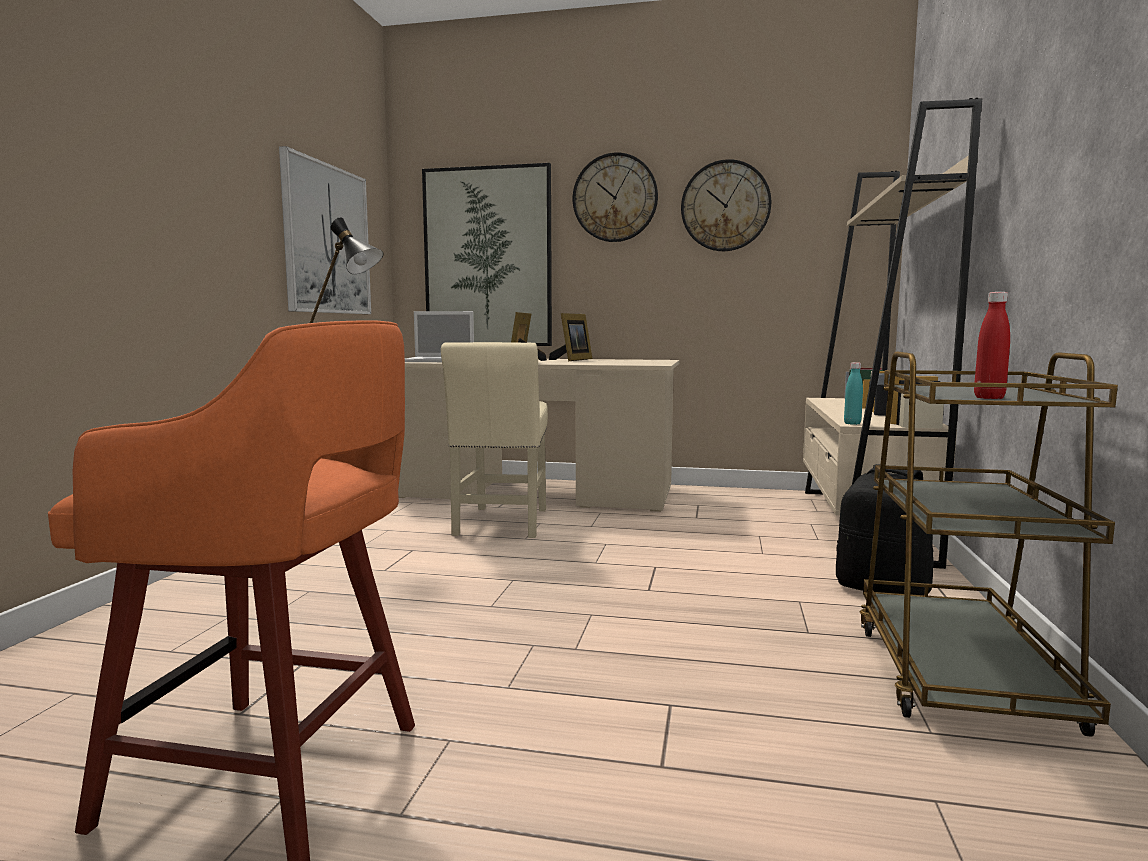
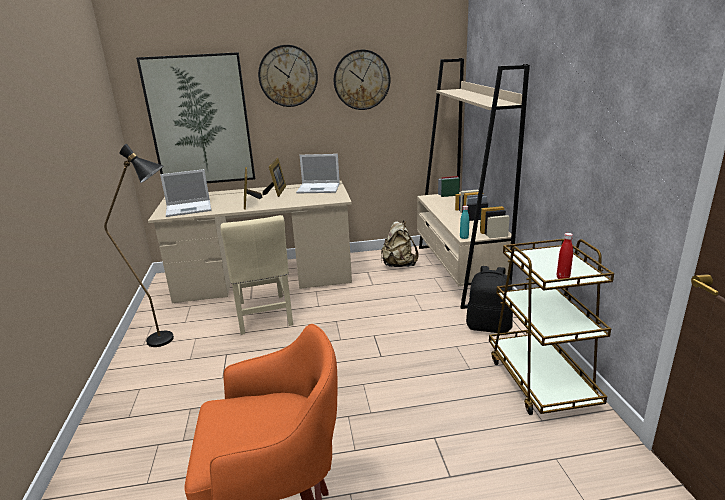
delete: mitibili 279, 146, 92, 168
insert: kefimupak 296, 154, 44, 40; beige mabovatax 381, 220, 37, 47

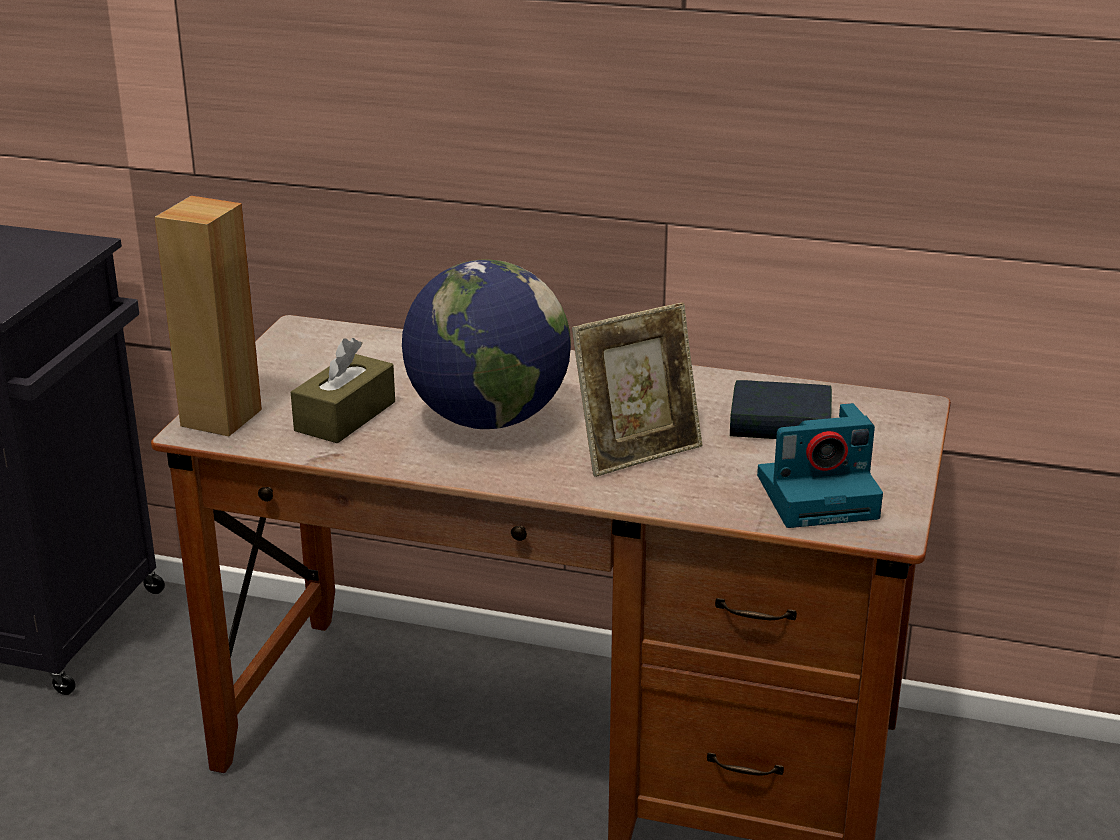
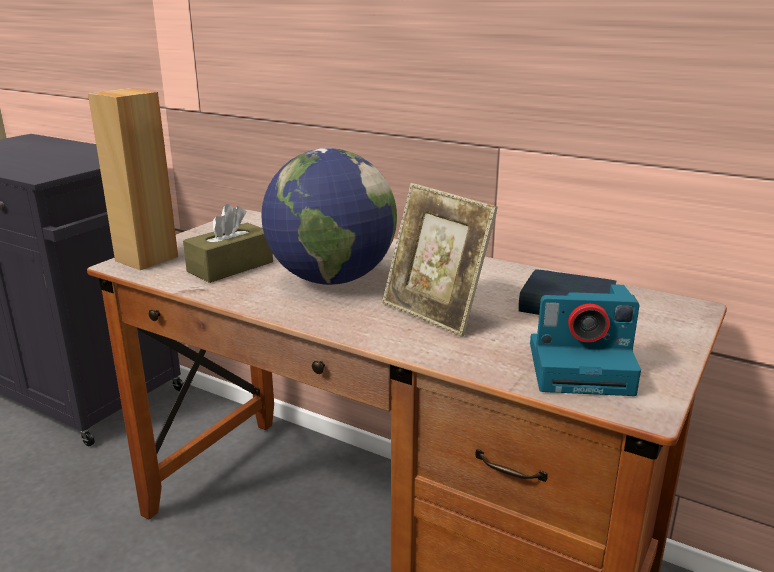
rotate: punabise 572, 302, 130, 175 = 382, 183, 116, 154 60 degrees clockwise

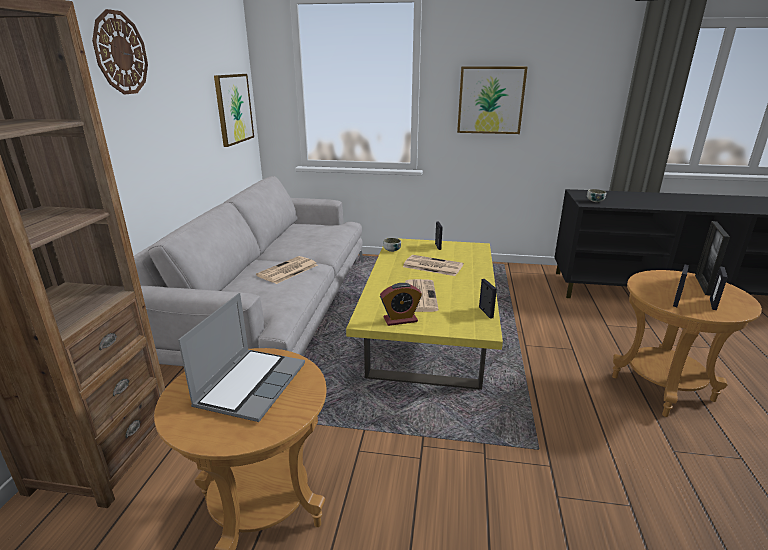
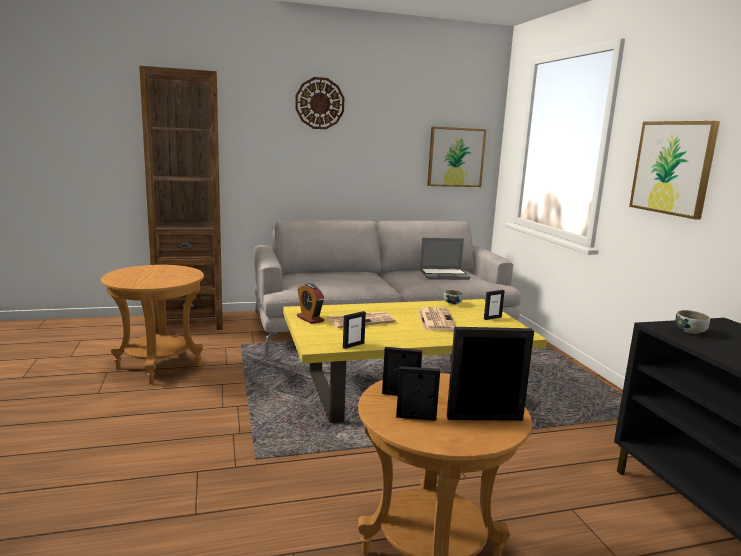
delete: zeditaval 256, 256, 62, 28
move: kefimupak 178, 293, 127, 129 to 420, 238, 50, 42

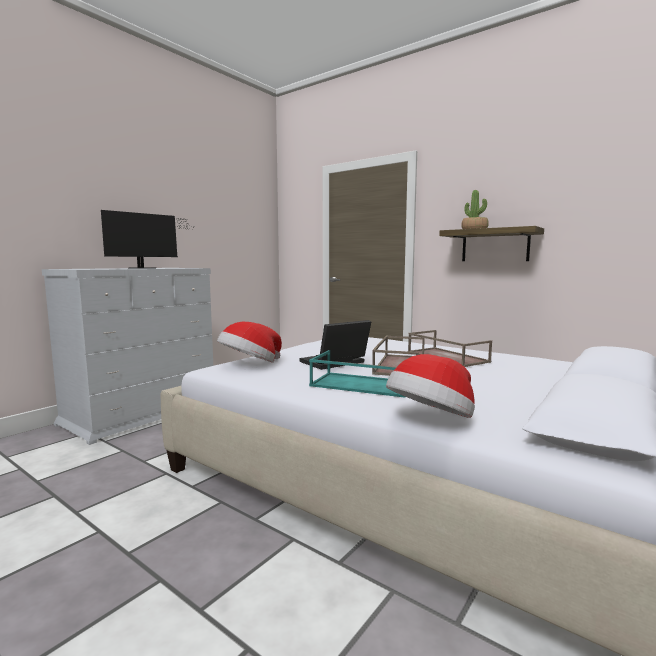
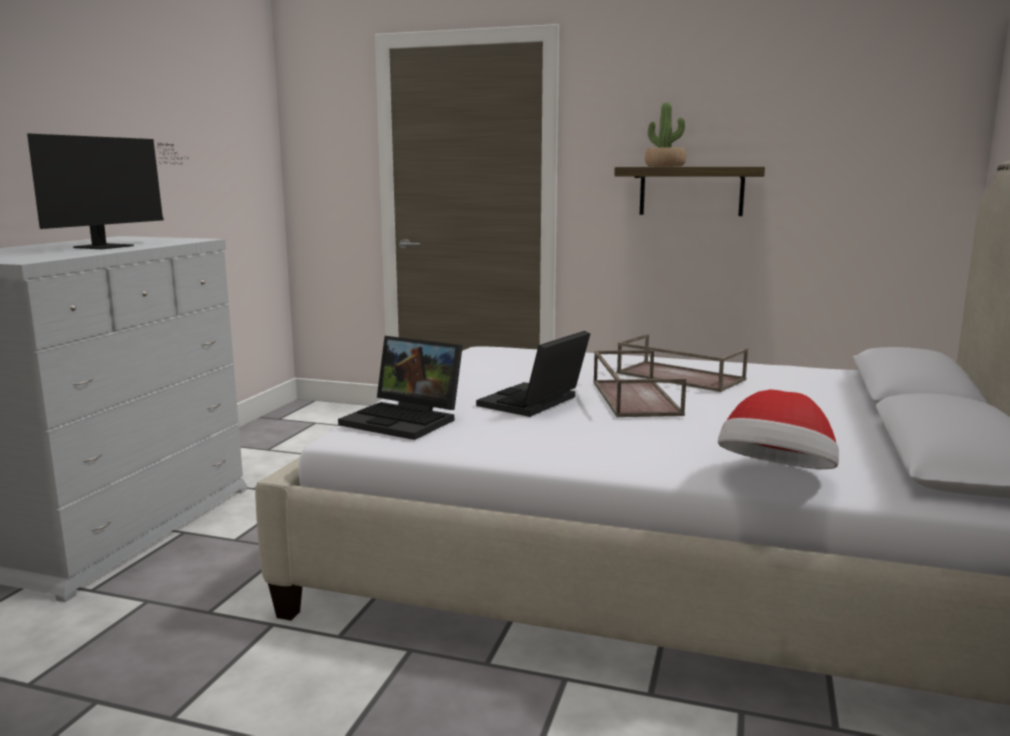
delete: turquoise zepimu 309, 350, 97, 48
replace: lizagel 217, 322, 65, 41 to kefimupak 338, 336, 125, 104

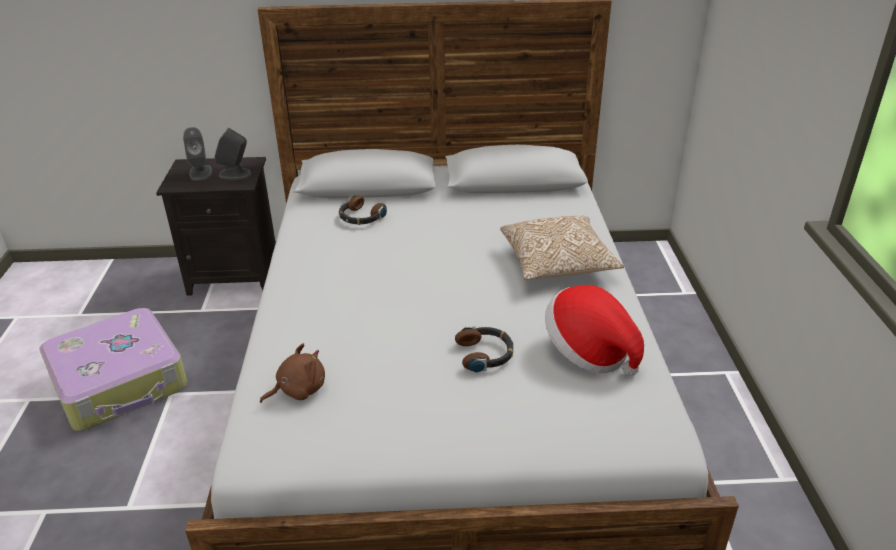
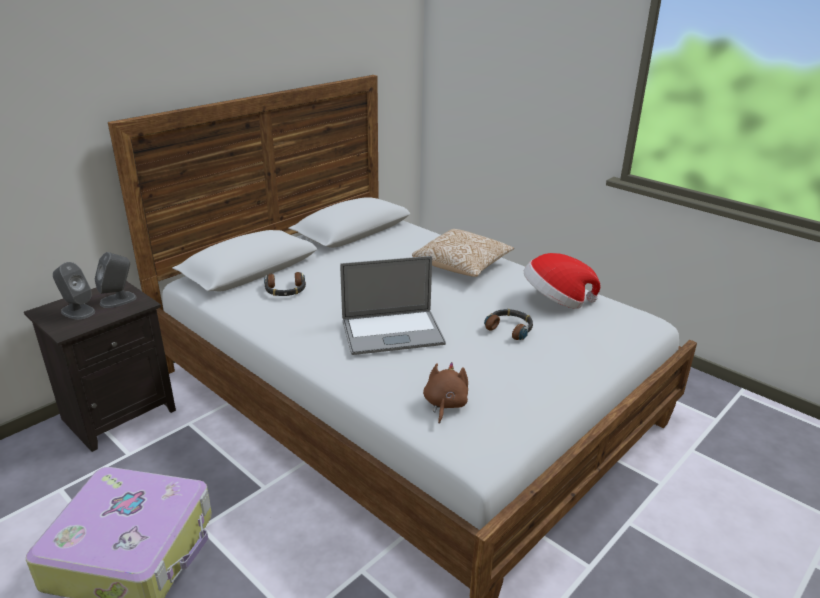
insert: kefimupak 340, 256, 106, 99

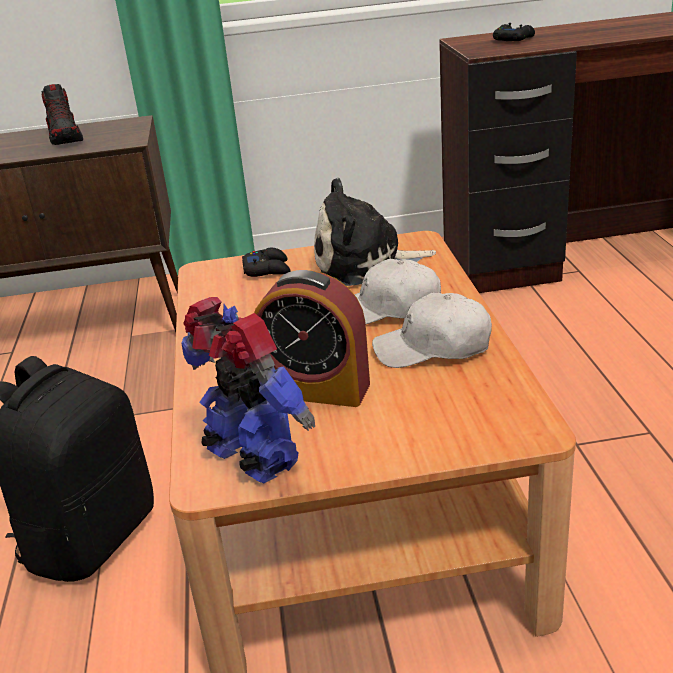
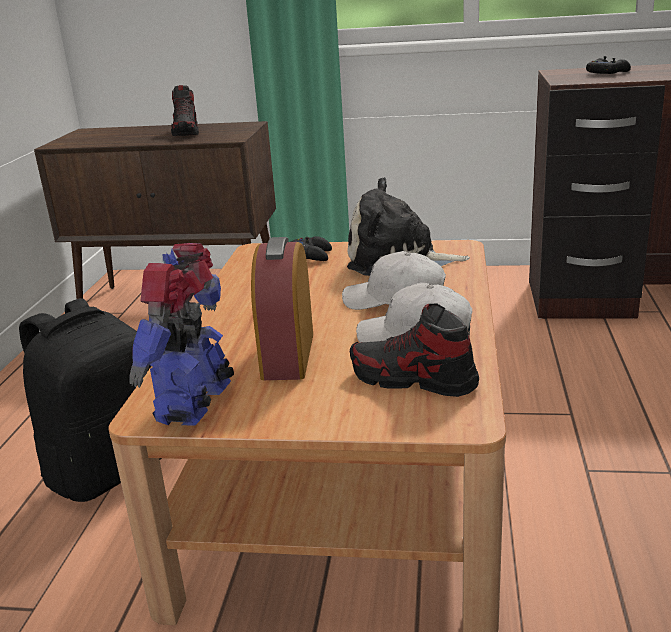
insert: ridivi 350, 303, 129, 94
rotate: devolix 182, 297, 133, 187 = 129, 243, 105, 182 135 degrees counterclockwise; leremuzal 254, 270, 116, 137 = 251, 237, 62, 143 60 degrees clockwise

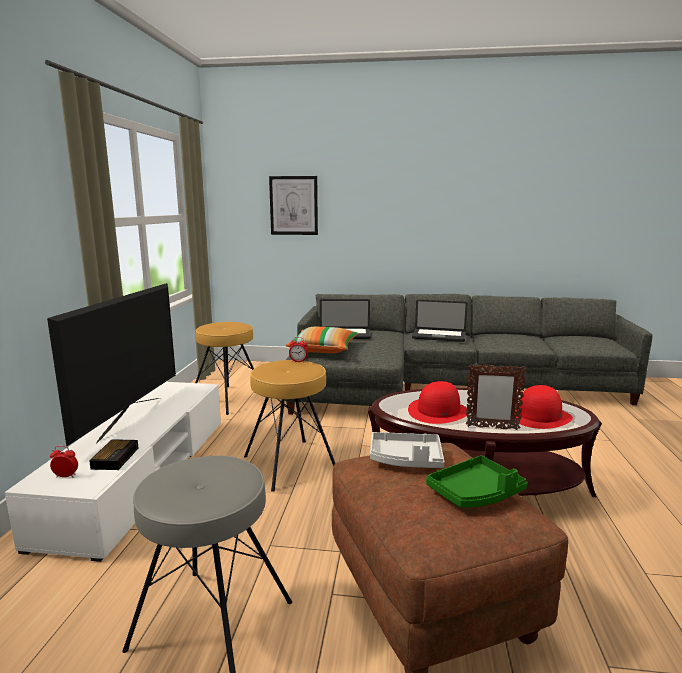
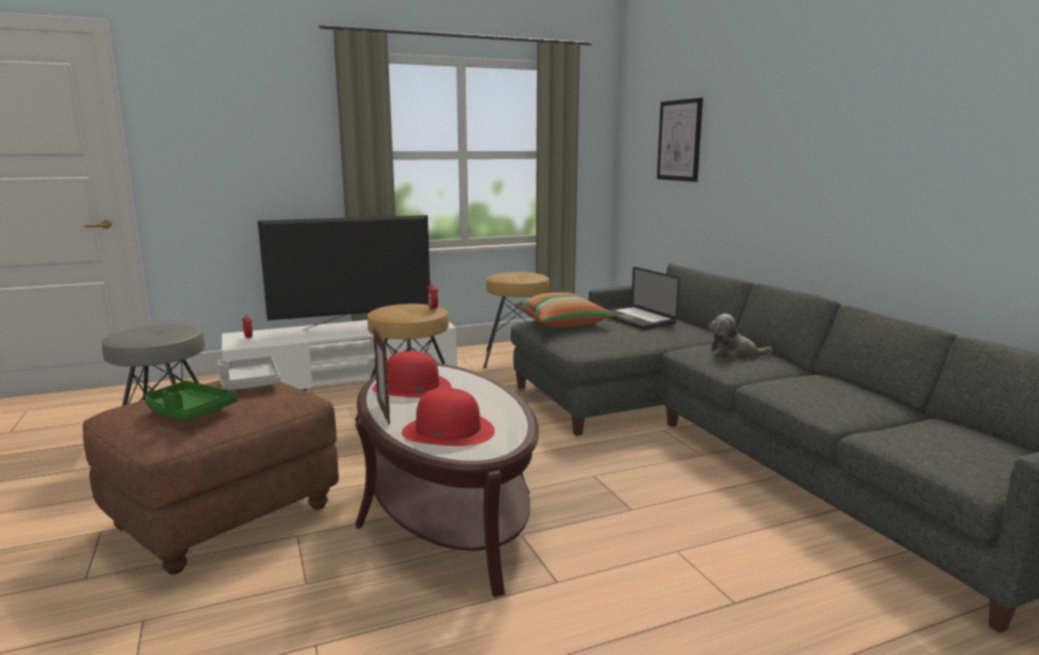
delete: leremuzal 89, 439, 50, 31
replace: kefimupak 412, 300, 56, 42 to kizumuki 709, 314, 63, 45

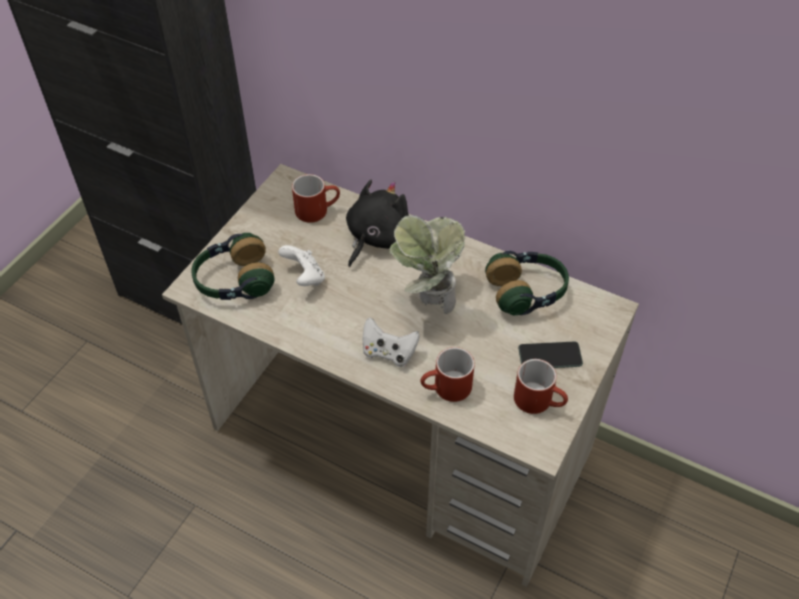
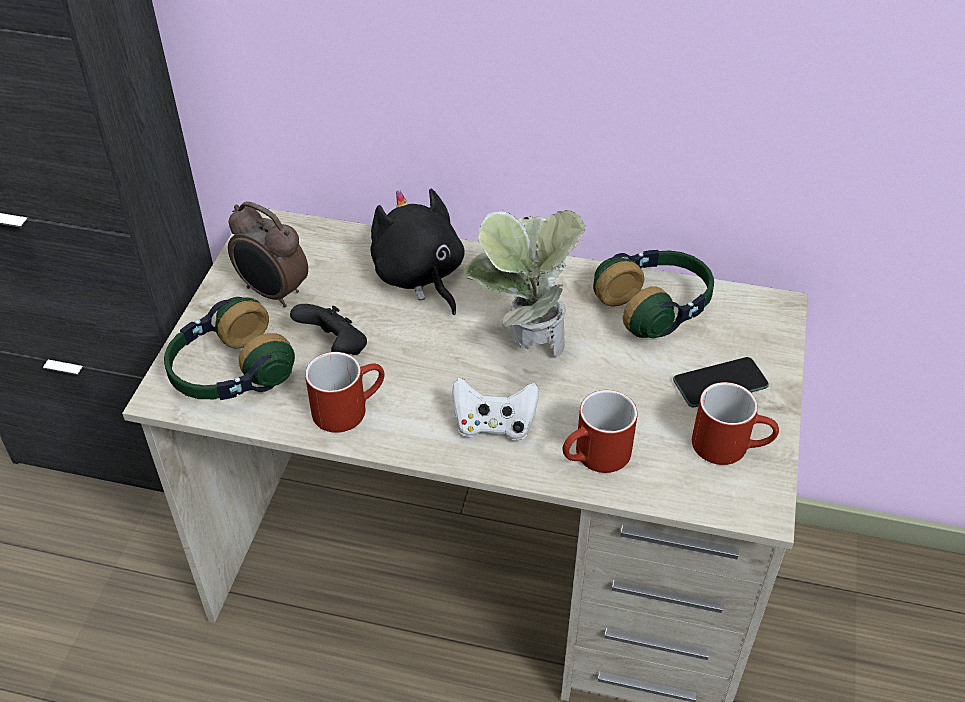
insert: leremuzal 228, 201, 80, 106
move: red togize 292, 174, 48, 49 to 305, 352, 79, 81
recolor: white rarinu 278, 245, 47, 41 to black rarinu 290, 304, 77, 51
rotate: black kizumuki 346, 180, 63, 87 = 370, 189, 94, 126 45 degrees counterclockwise

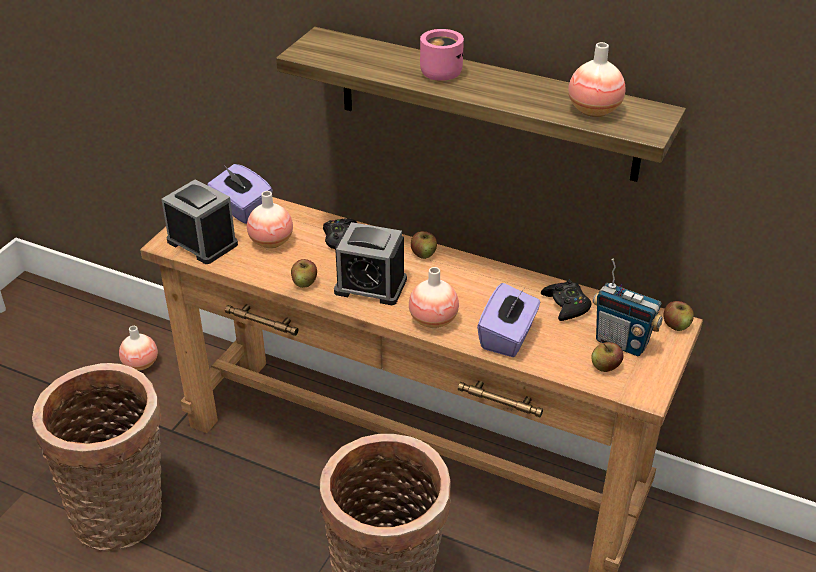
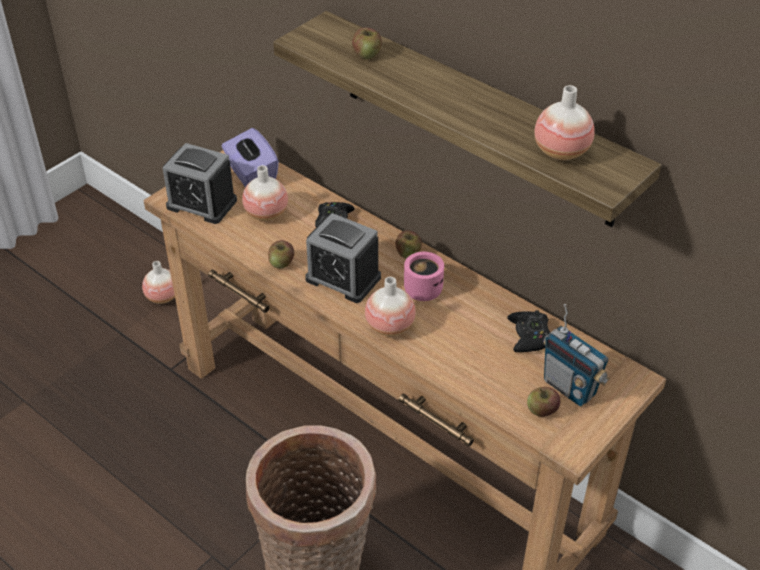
delete: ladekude 32, 363, 130, 189; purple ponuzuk 477, 283, 63, 74
move: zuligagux 664, 301, 30, 30 to 352, 28, 30, 31; pink togize 420, 29, 44, 52 to 404, 252, 40, 49
rotate: leremuzal 161, 179, 77, 85 = 163, 143, 74, 81 150 degrees clockwise

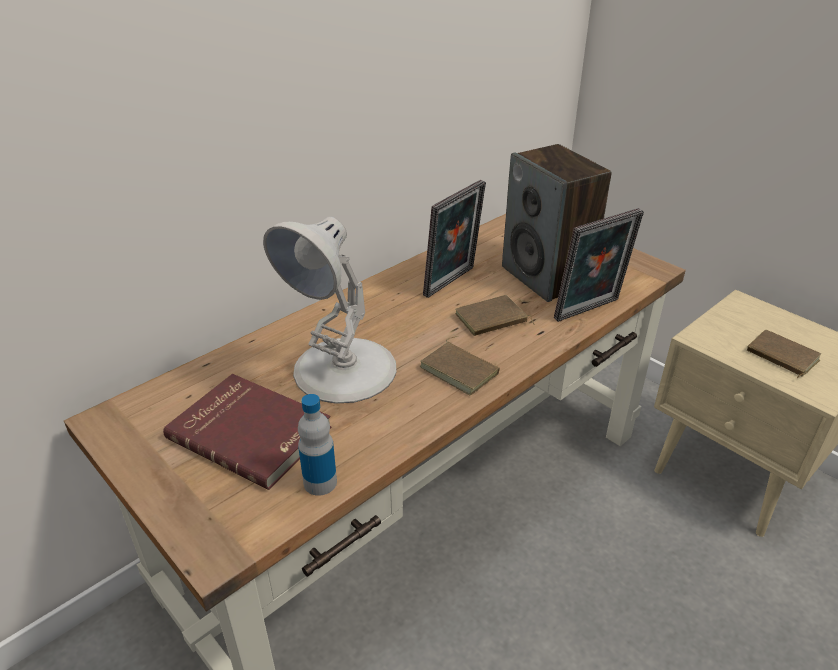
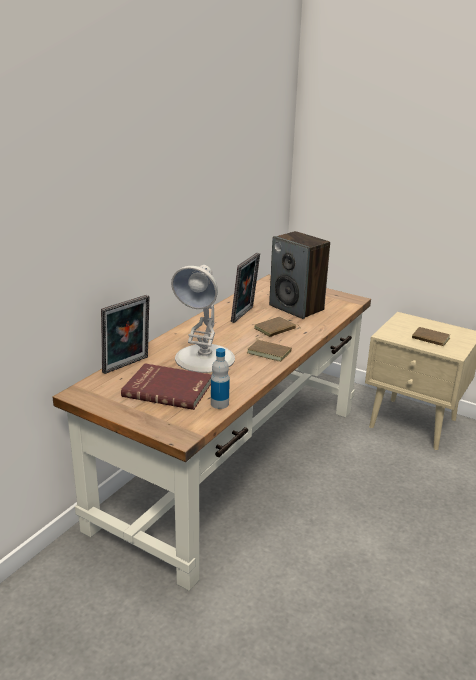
move: punabise 554, 208, 90, 114 to 101, 295, 49, 79

